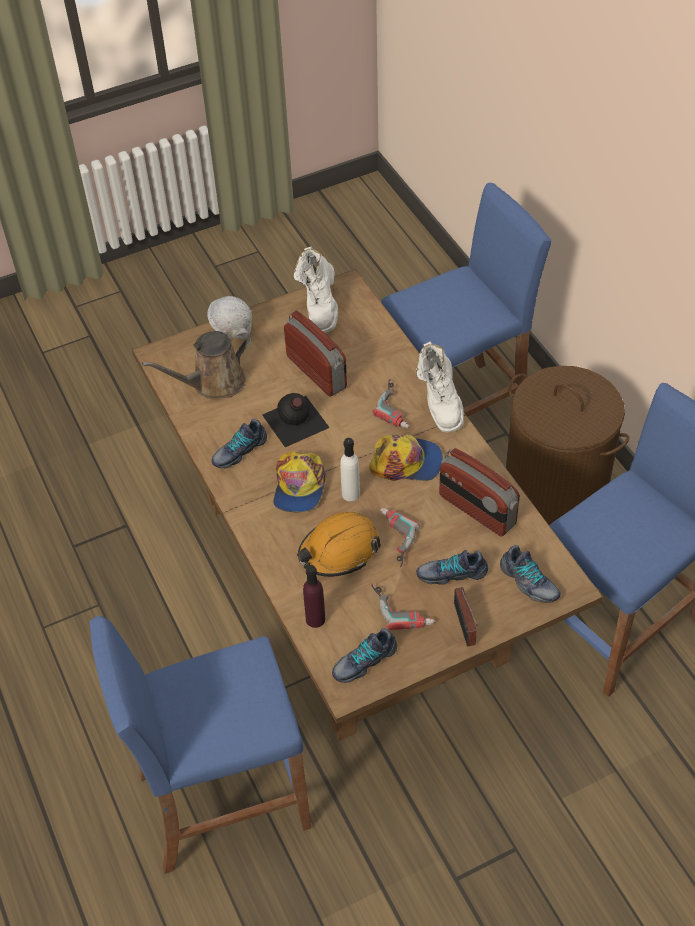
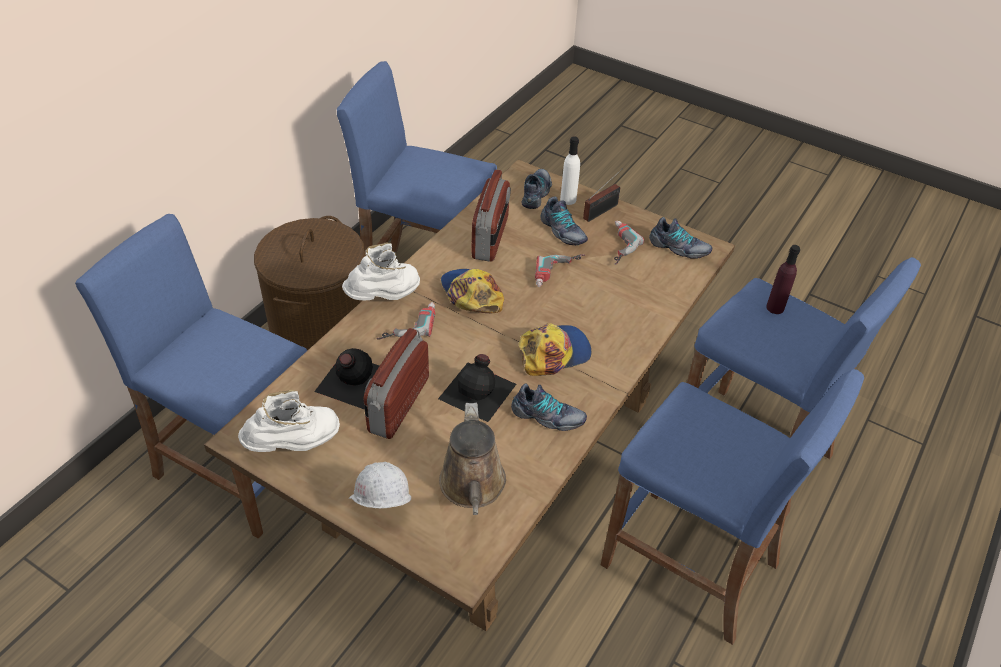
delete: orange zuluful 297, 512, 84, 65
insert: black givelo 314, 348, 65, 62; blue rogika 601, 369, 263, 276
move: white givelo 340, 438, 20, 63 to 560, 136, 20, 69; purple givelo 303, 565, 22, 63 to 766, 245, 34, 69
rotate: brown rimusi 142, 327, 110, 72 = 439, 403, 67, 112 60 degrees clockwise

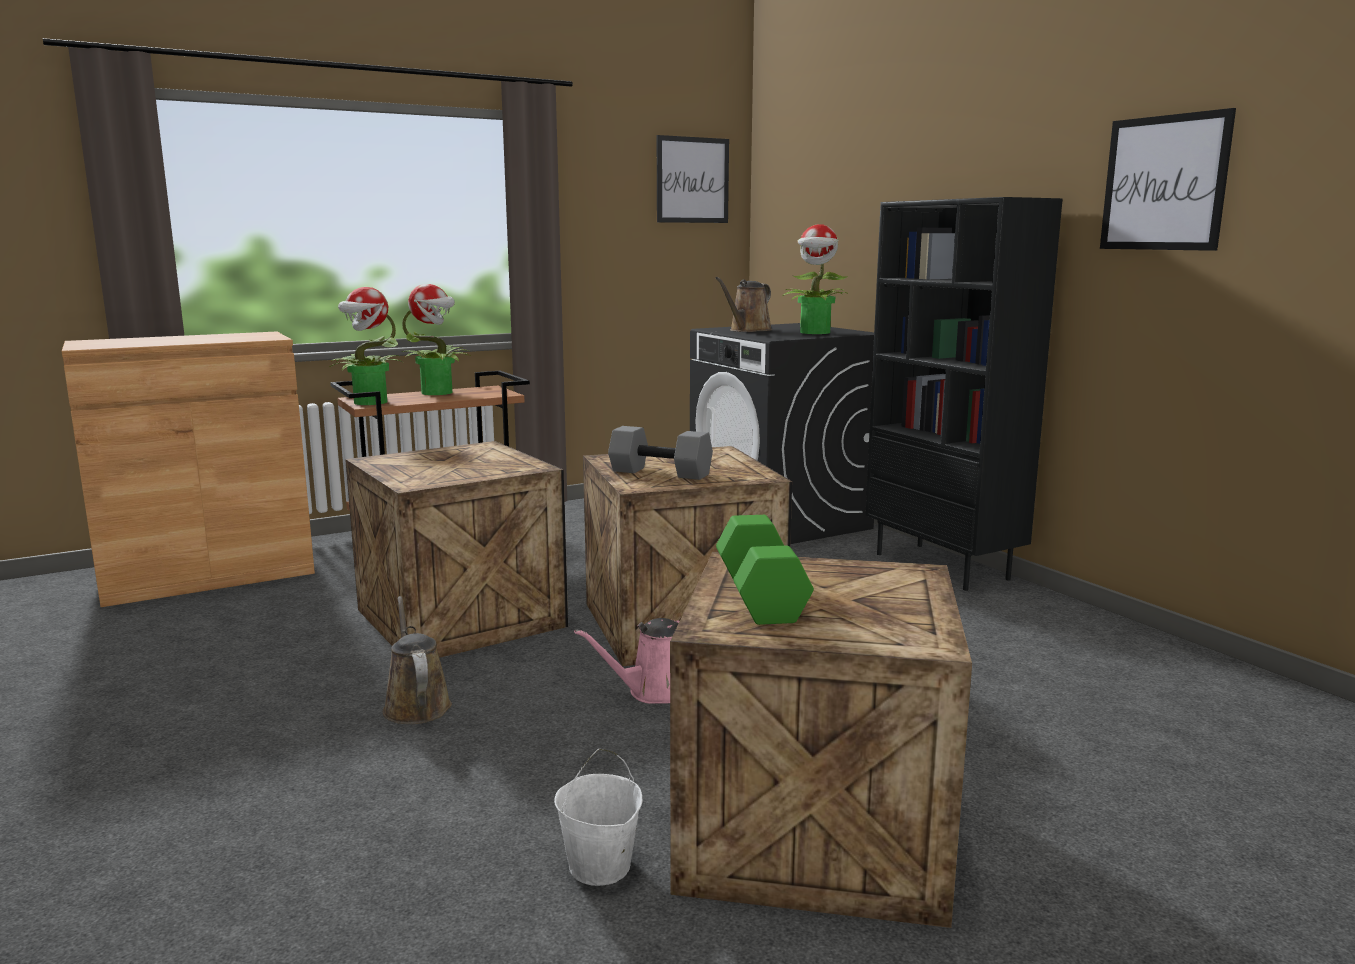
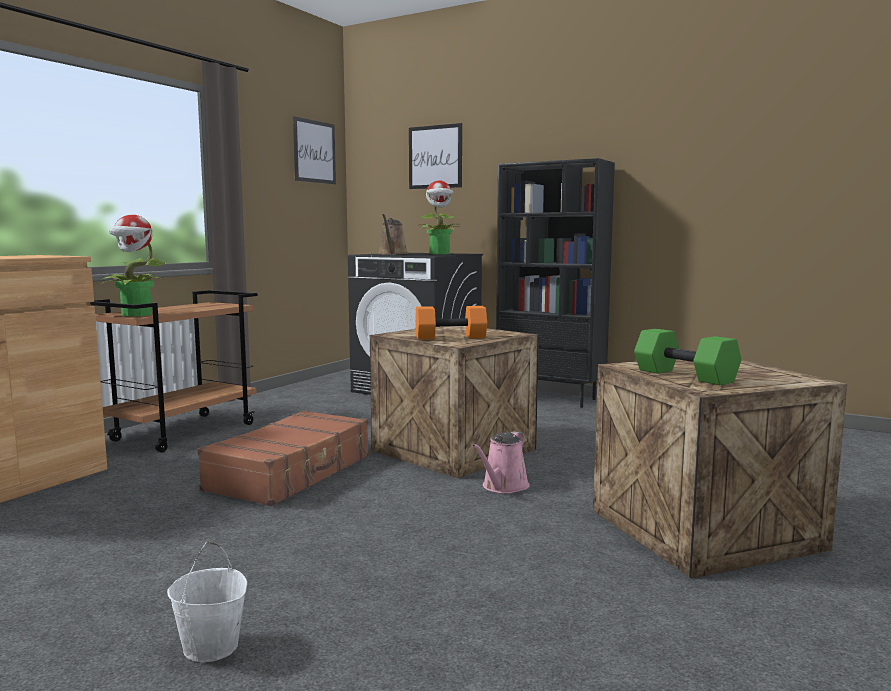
delete: brown rimusi 383, 596, 69, 128; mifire 402, 284, 68, 111
move: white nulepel 554, 749, 88, 137 to 167, 542, 80, 120; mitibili 1100, 108, 136, 143 to 409, 123, 53, 66
replace: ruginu 345, 441, 223, 217 to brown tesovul 197, 410, 172, 96
recolor: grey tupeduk 608, 426, 105, 54 to orange tupeduk 415, 306, 72, 34

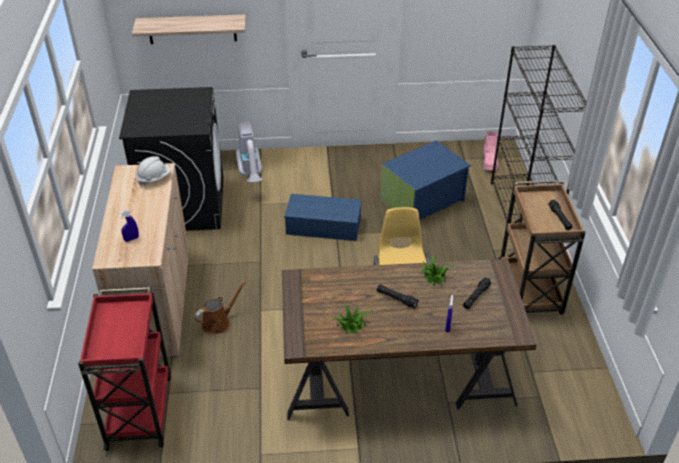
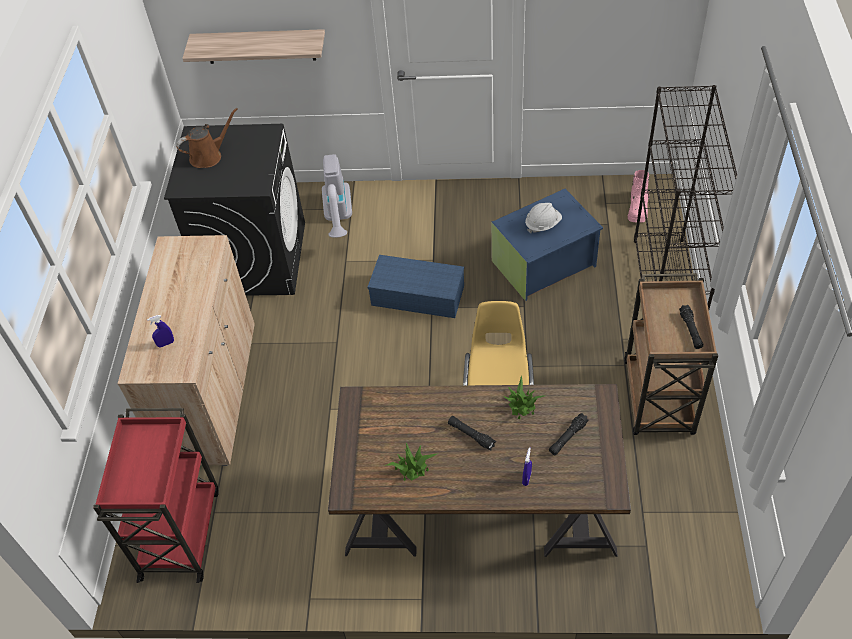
move: brown rimusi 194, 281, 52, 53 to 176, 108, 62, 60; white zuluful 136, 156, 35, 29 to 525, 203, 37, 31

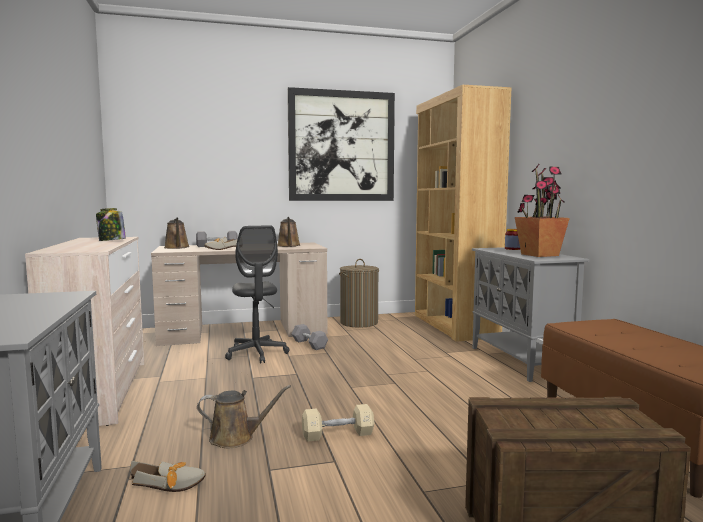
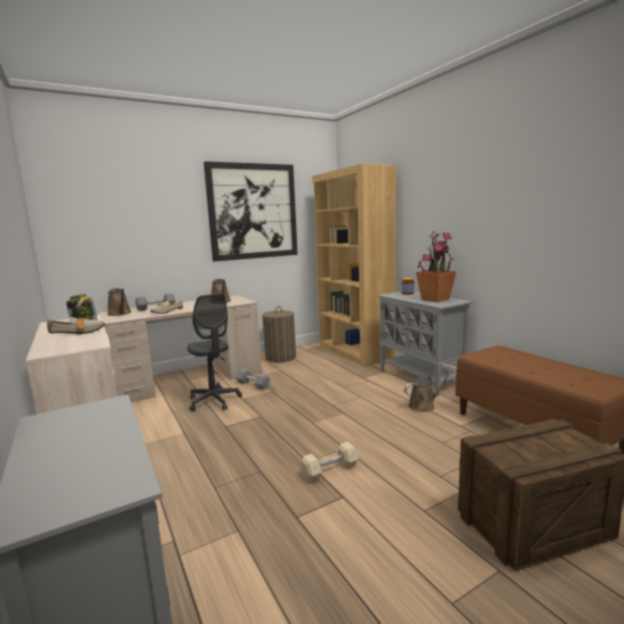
move: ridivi 130, 461, 76, 31 to 47, 317, 58, 17; brown rimusi 197, 385, 94, 63 to 404, 370, 49, 42

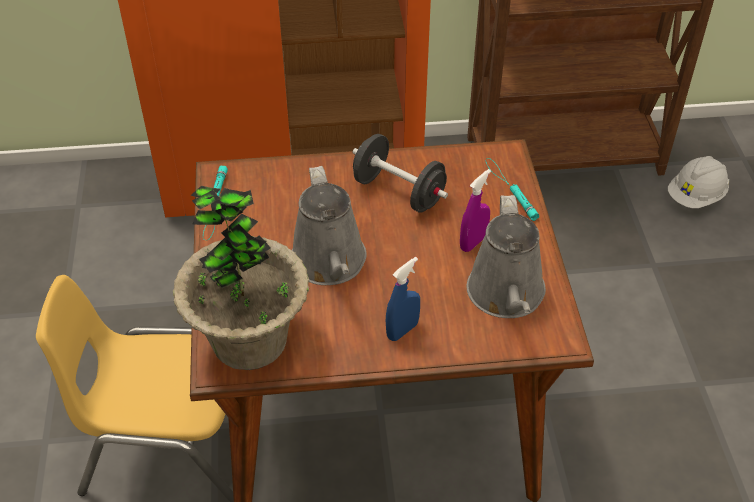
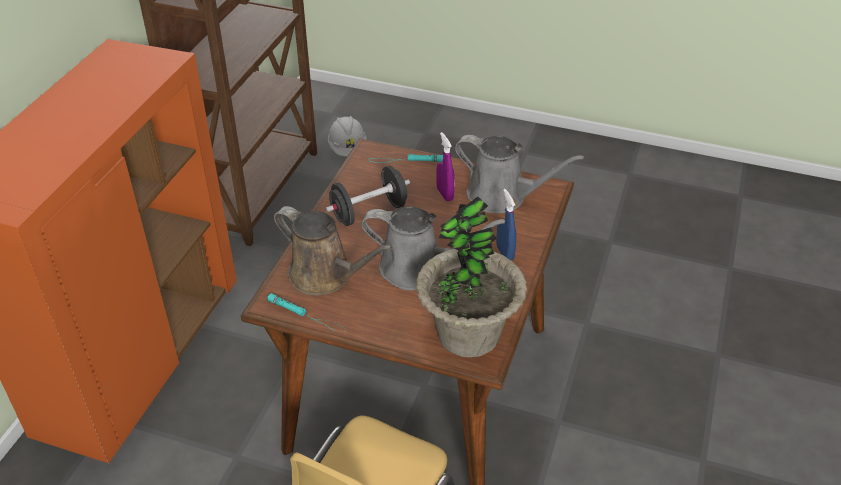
insert: brown rimusi 274, 206, 119, 90

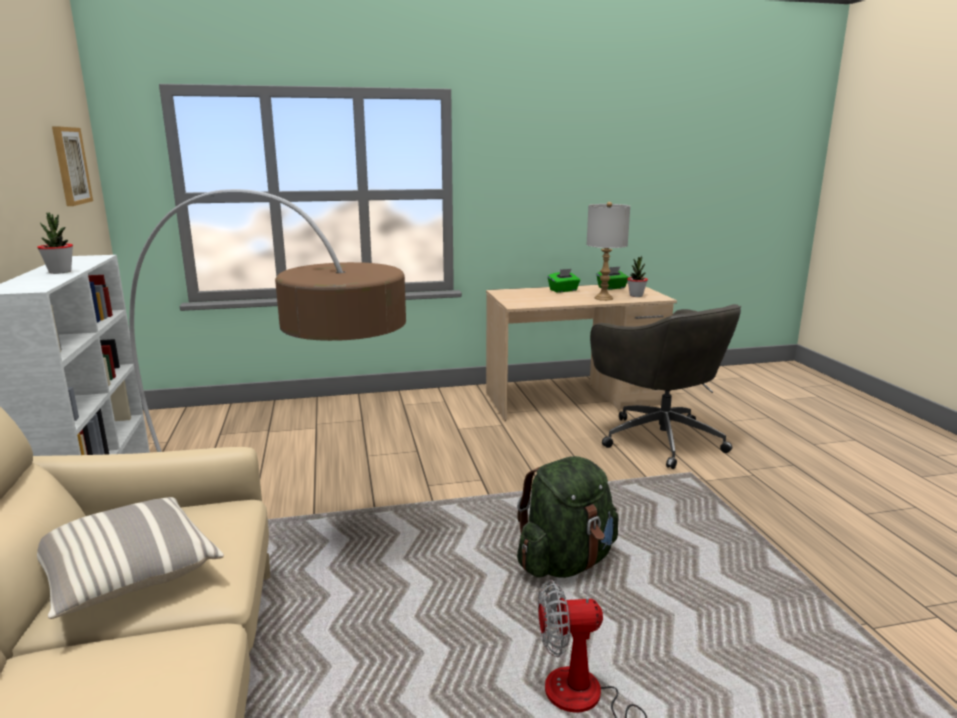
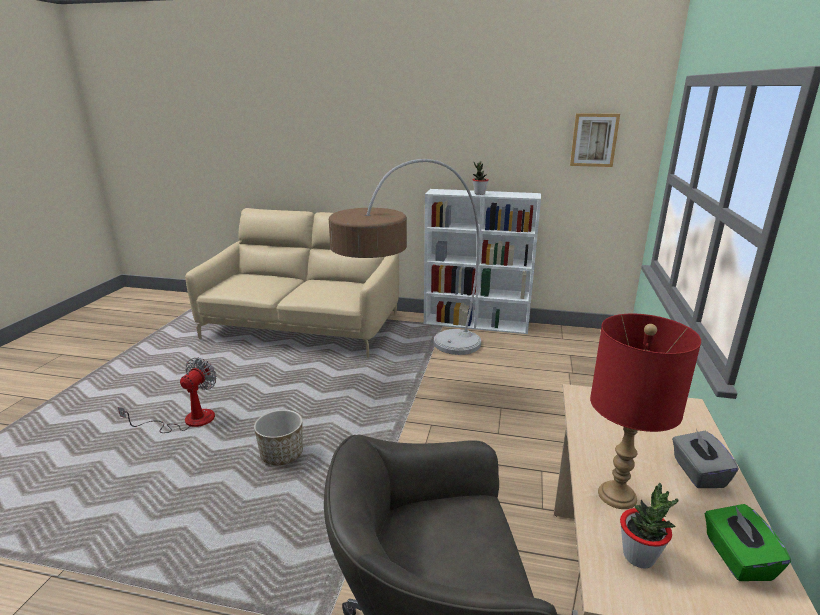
delete: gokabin 37, 497, 187, 122
replace: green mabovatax 517, 456, 102, 122 to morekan 254, 410, 49, 55
recolor: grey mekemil 586, 202, 44, 99 to red mekemil 590, 314, 111, 195; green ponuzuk 548, 269, 32, 24 to grey ponuzuk 672, 429, 67, 59

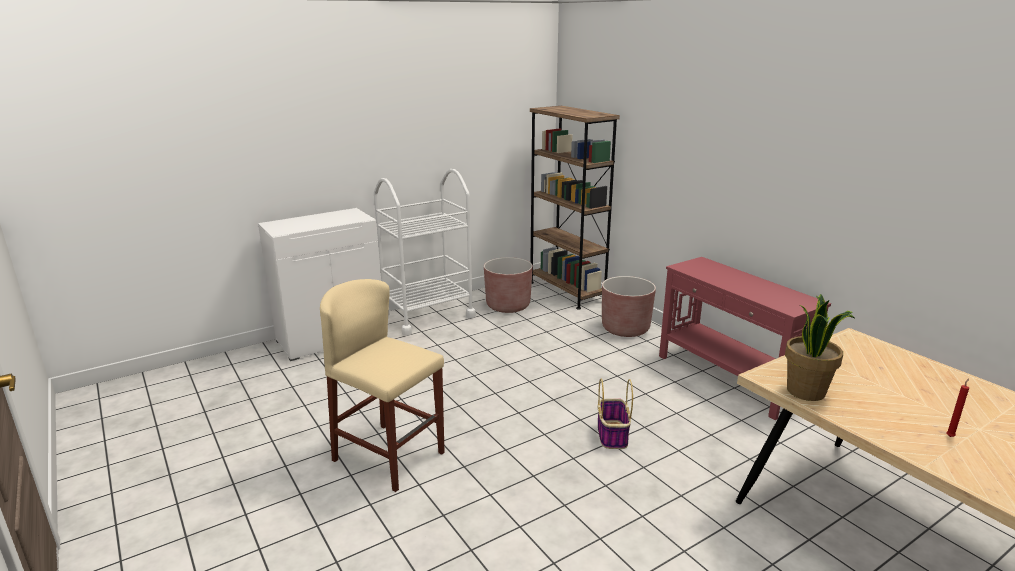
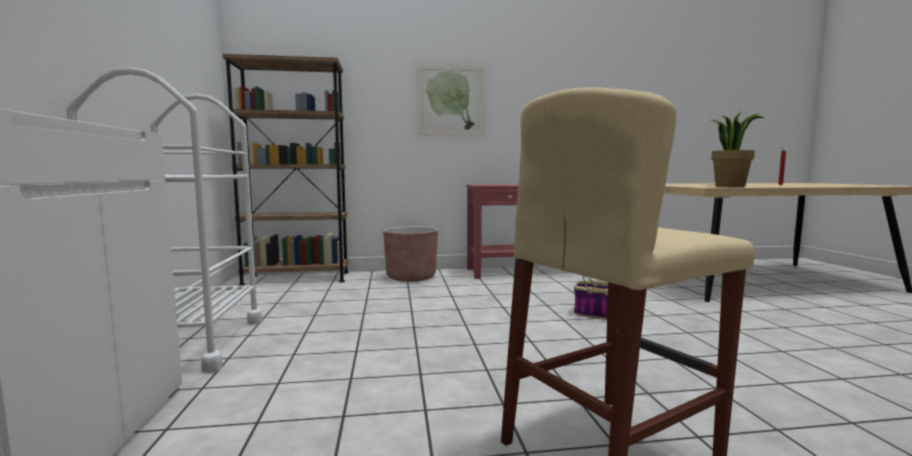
delete: brown morekan 484, 257, 49, 56
insert: mitibili 417, 64, 68, 72

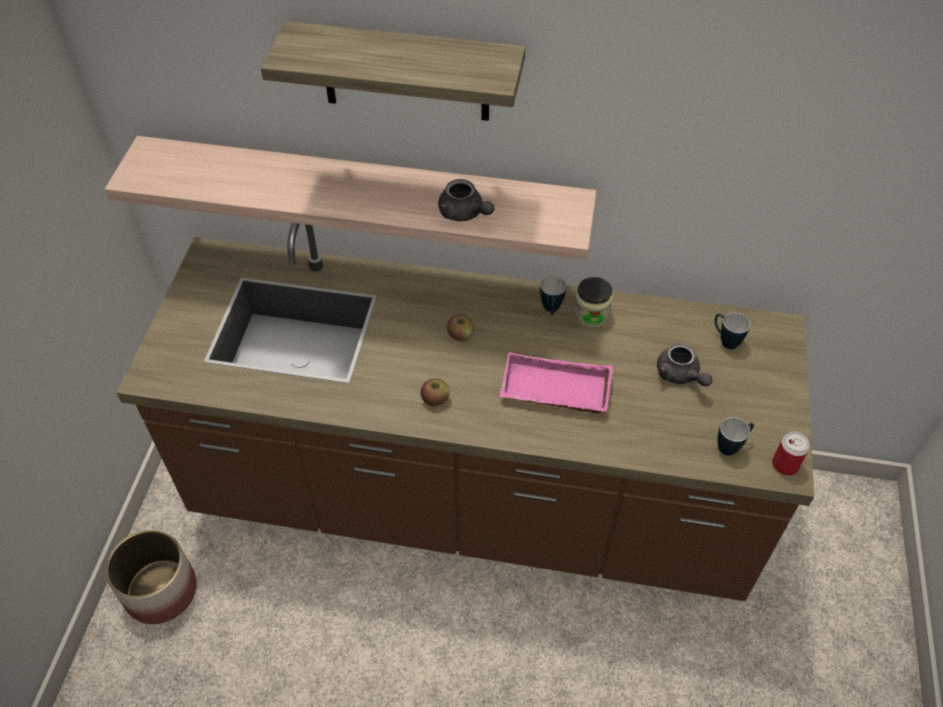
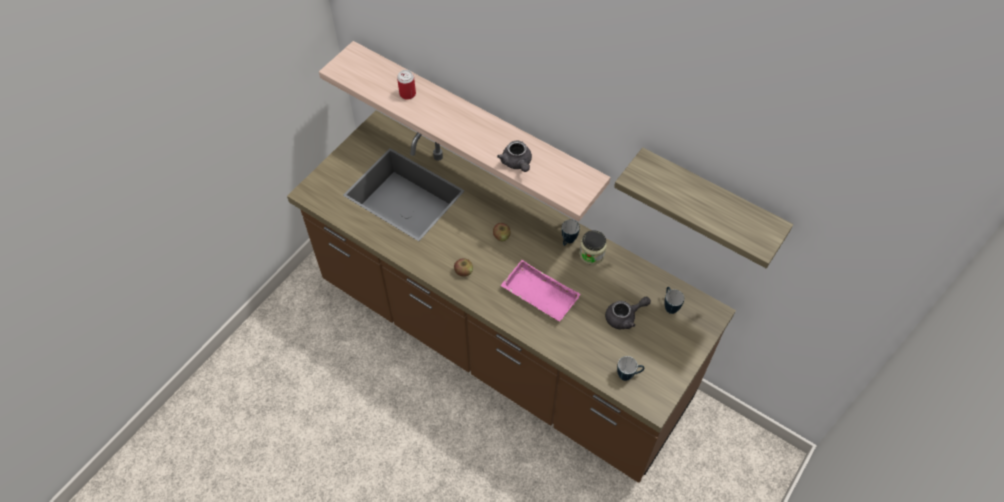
delete: morekan 105, 529, 92, 95
move: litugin 772, 432, 38, 44 to 397, 70, 19, 30; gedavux 261, 21, 265, 100 to 614, 147, 179, 121
rotate: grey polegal 657, 343, 56, 43 = 605, 297, 46, 32 105 degrees counterclockwise

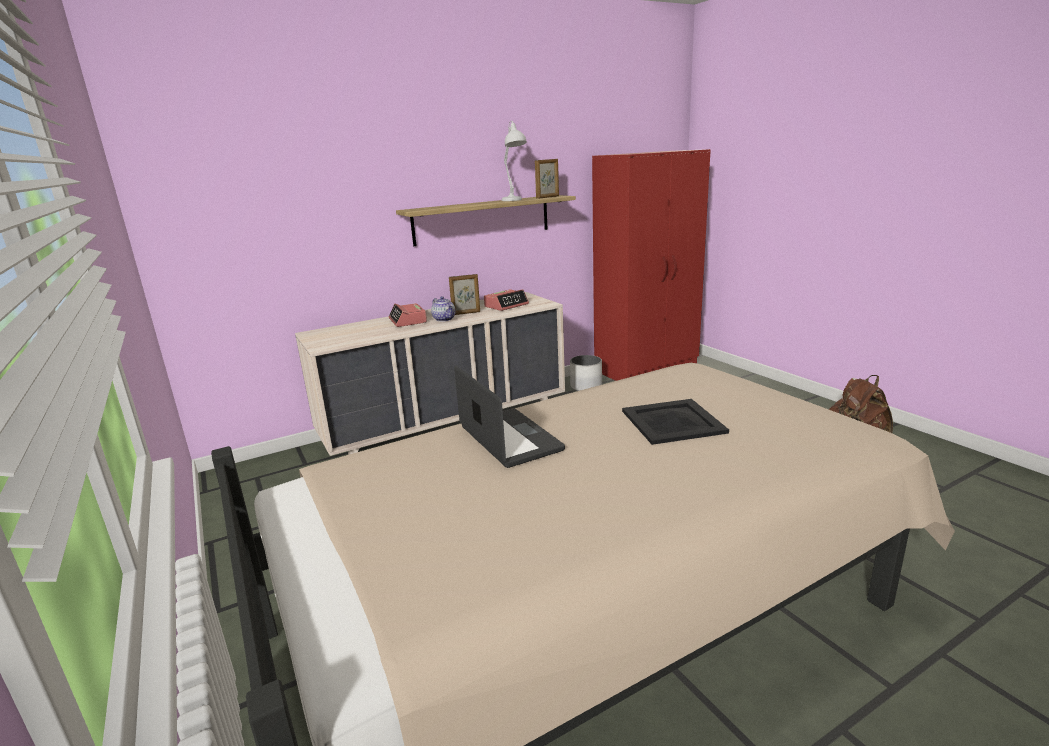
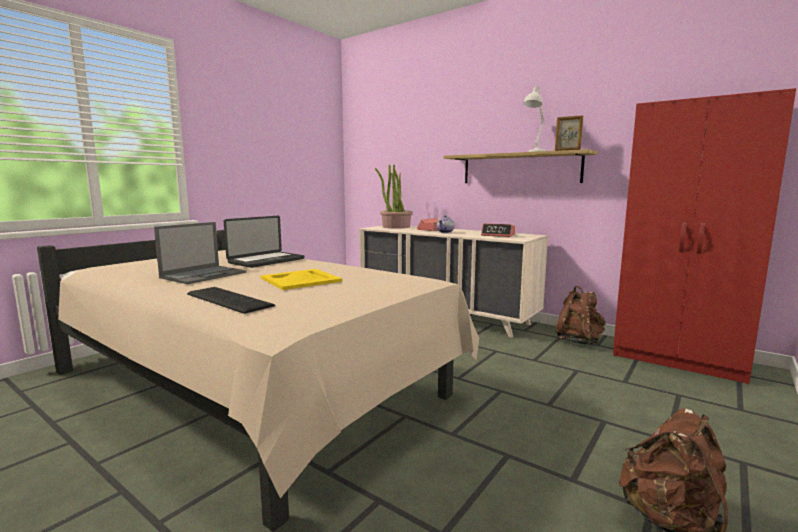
delete: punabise 449, 274, 31, 41
insert: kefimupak 154, 222, 92, 62; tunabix 187, 287, 88, 27; mifire 375, 165, 38, 64
replace: white morekan 570, 355, 32, 36 to brown mabovatax 555, 286, 51, 58
recolor: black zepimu 622, 399, 107, 46 to yellow zepimu 261, 269, 81, 21

